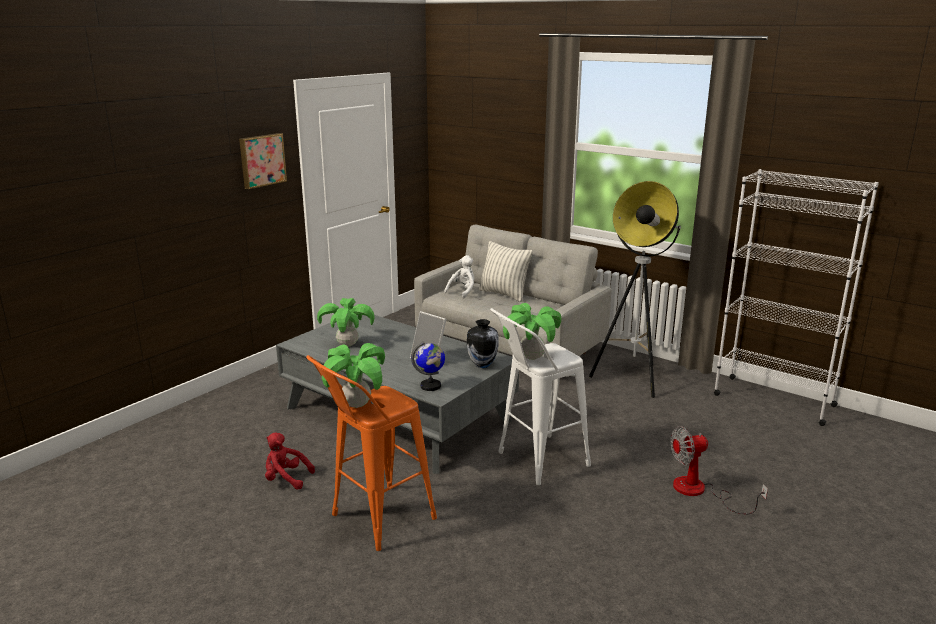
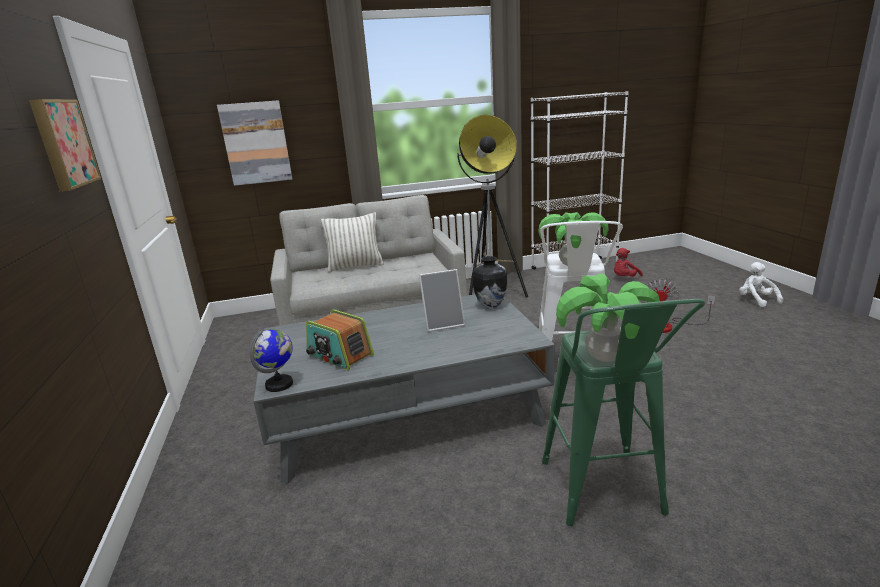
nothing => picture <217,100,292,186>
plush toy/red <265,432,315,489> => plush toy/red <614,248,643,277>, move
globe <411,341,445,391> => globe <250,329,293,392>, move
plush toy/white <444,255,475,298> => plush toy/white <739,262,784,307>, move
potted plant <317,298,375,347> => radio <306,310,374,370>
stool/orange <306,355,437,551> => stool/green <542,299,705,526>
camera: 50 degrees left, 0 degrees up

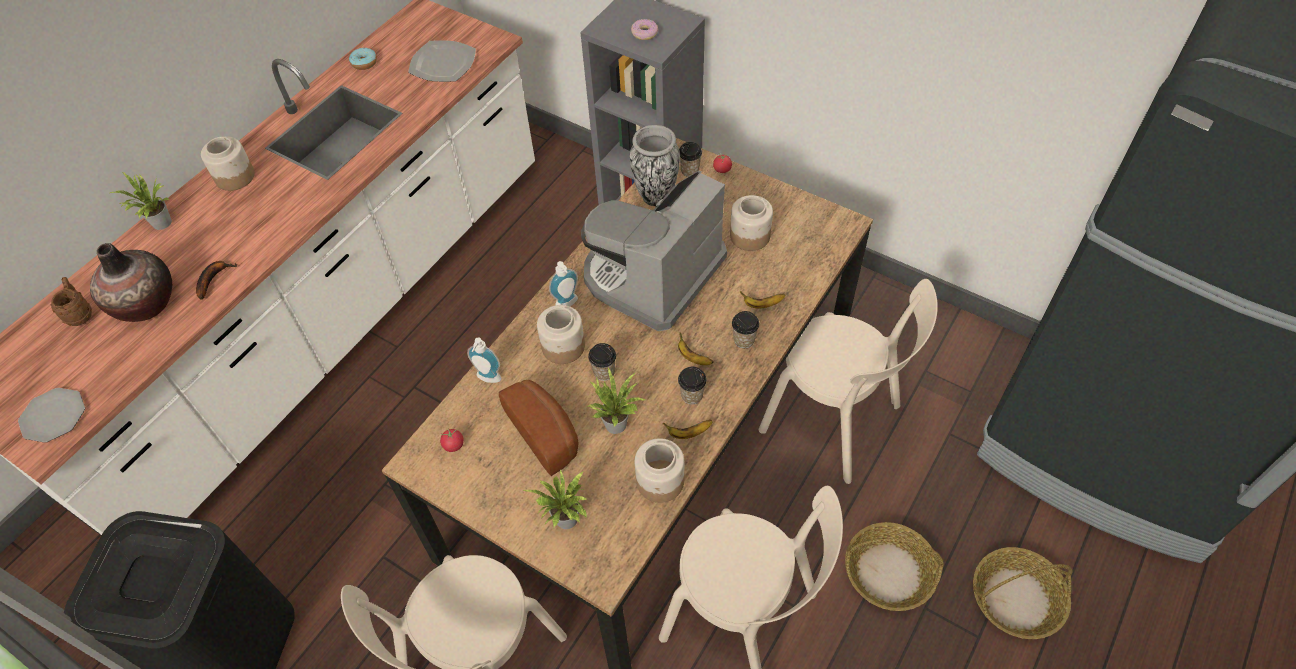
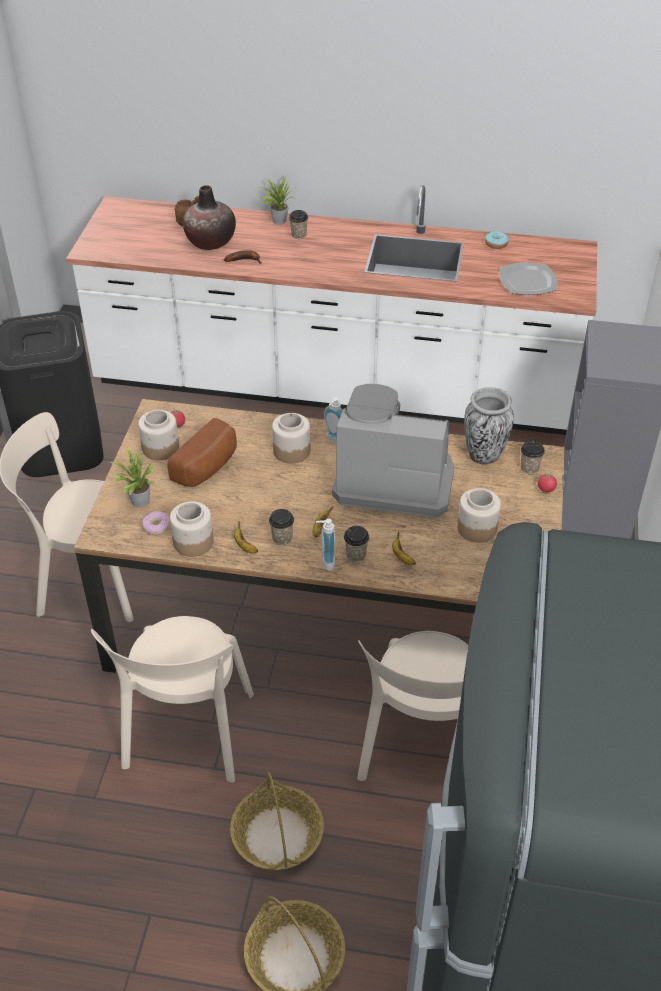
plate <18,388,85,443> => nothing
potted plant <587,368,646,434> => nothing
jar <201,136,255,191> => jar <138,410,179,460>, move
soap dispenser <467,338,501,383> => soap dispenser <316,519,335,571>, move
cup <588,343,616,381> => cup <289,210,308,239>, move
donut <631,19,659,40> => donut <142,512,170,535>, move
camera: 65 degrees right, 10 degrees down

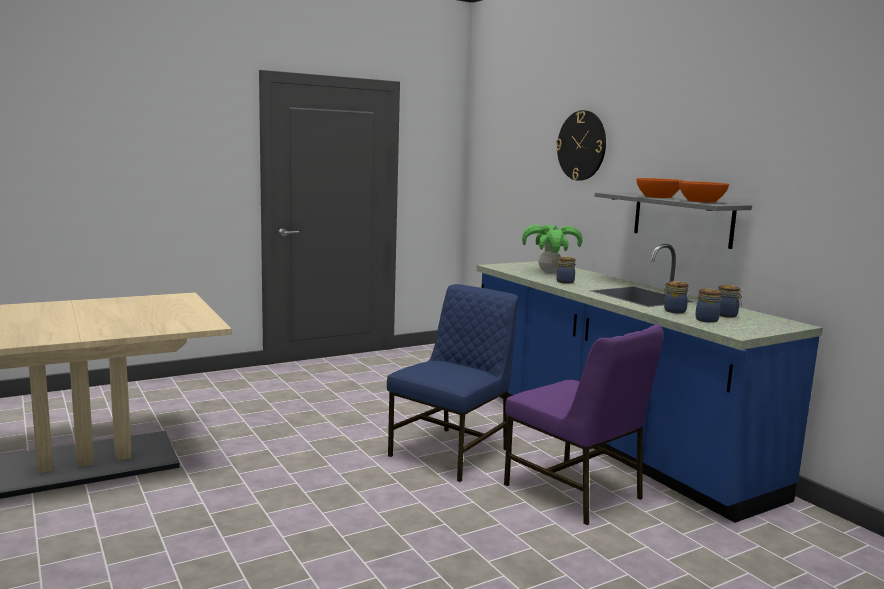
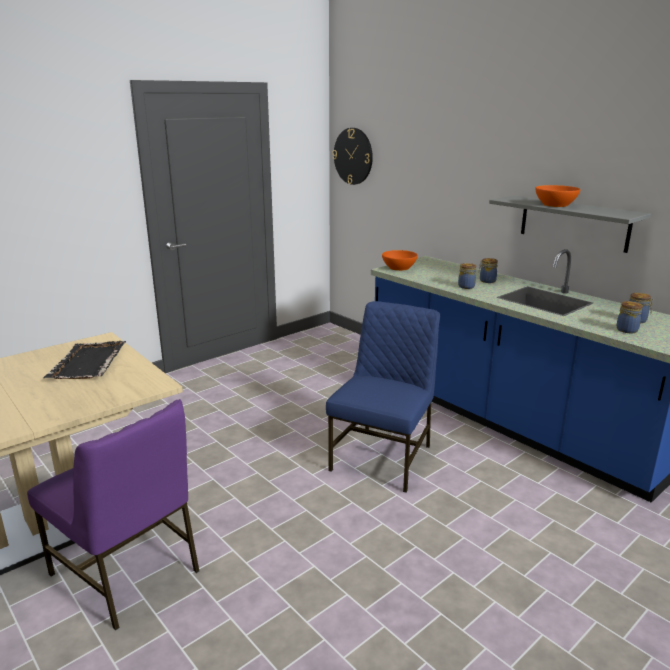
potted plant <522,224,582,273> => nothing
nothing => tray/black <43,341,126,379>
chair/purple <504,324,664,525> => chair/purple <27,399,200,630>, move
wall clock <556,110,606,181> => wall clock <333,128,373,185>, move
jar <663,281,689,314> => jar <478,258,498,283>, move
bowl/orange <679,181,729,203> => bowl/orange <382,250,418,271>, move
camera: 10 degrees left, 10 degrees up

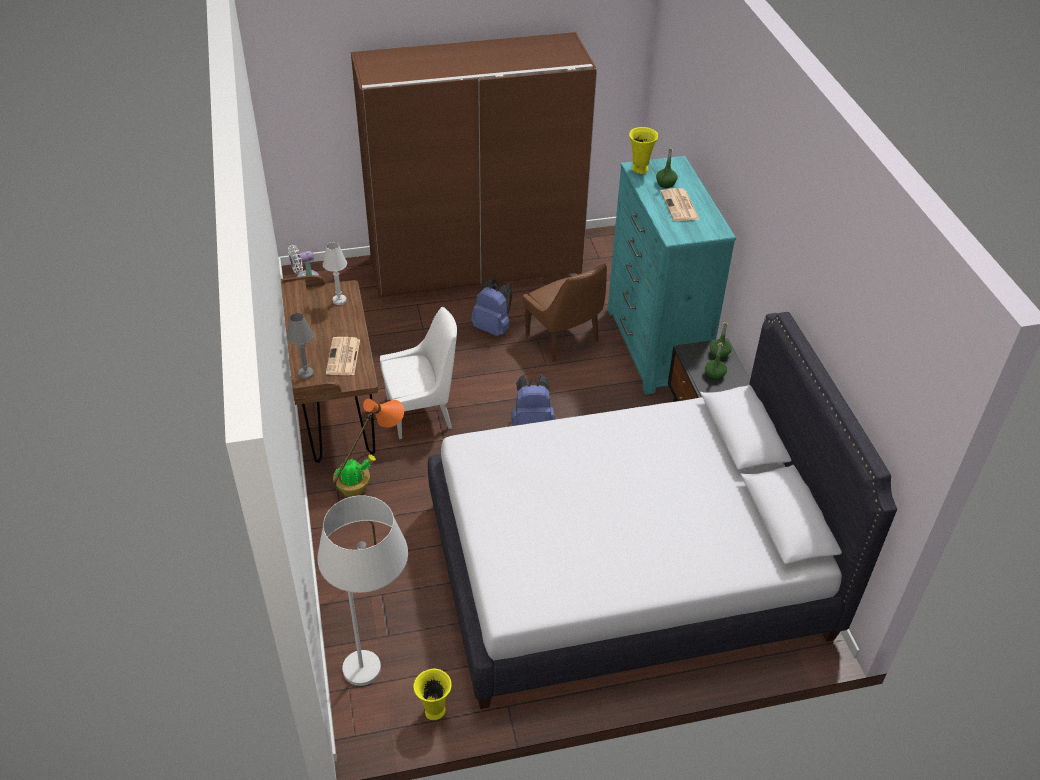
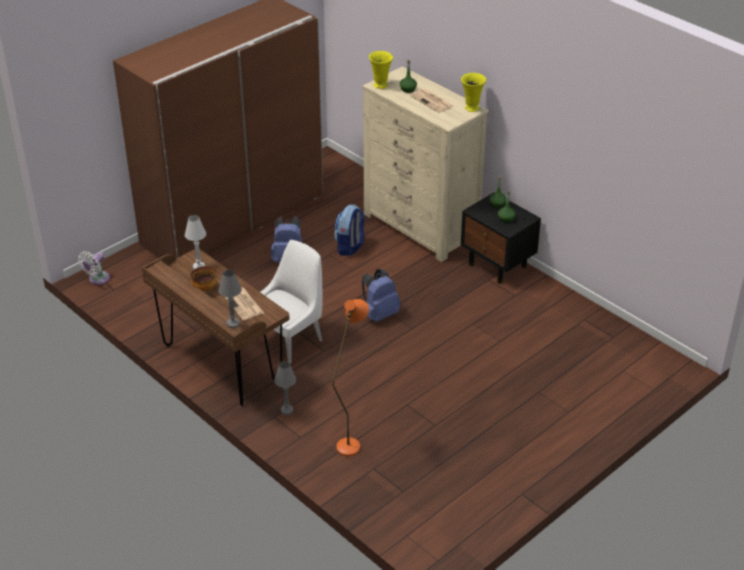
floor lamp/white <317,495,408,686> => nothing
bed/white <428,312,897,709> => nothing
nothing => bowl <191,267,217,291>
vase/yellow <413,669,452,720> => vase/yellow <461,73,486,112>, move
potted plant <333,454,376,497> => table lamp/grey <274,361,296,415>
chair/brown <523,264,607,362> => backpack <334,204,365,256>
dresser/turquoise <608,156,736,394> => dresser/beige <362,66,489,262>
camera: 30 degrees left, 5 degrees down

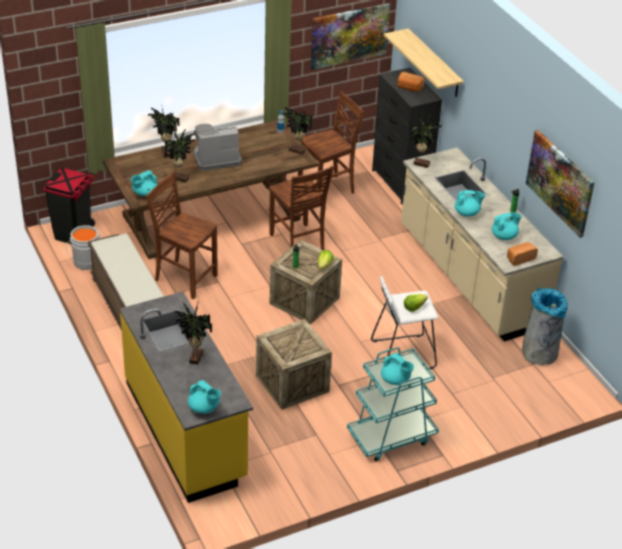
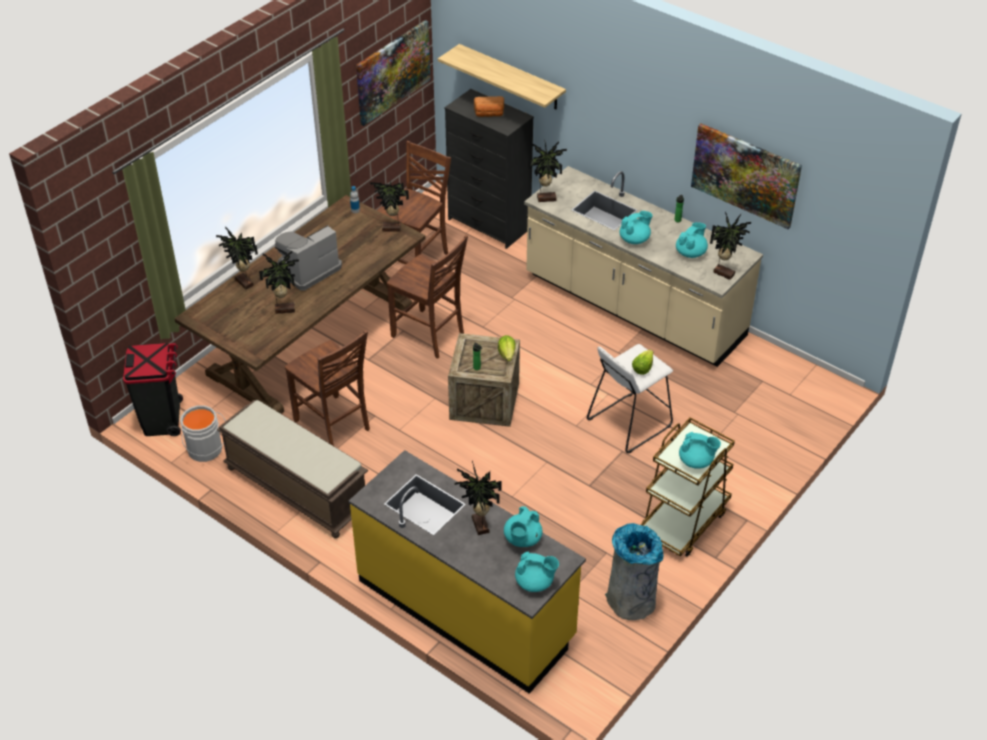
crate <256,319,332,410> => nothing
teapot/turquoise <131,170,158,197> => teapot/turquoise <504,506,543,547>, move
trash can/grey <522,288,568,365> => trash can/grey <605,523,663,620>, move
bread <507,242,538,266> => potted plant <710,211,751,280>
cart/turquoise <347,347,439,461> => cart/brown <640,417,735,557>
chair/brown <146,172,218,299> => chair/brown <285,330,370,446>, 135 degrees counterclockwise
camera: 25 degrees left, 5 degrees up

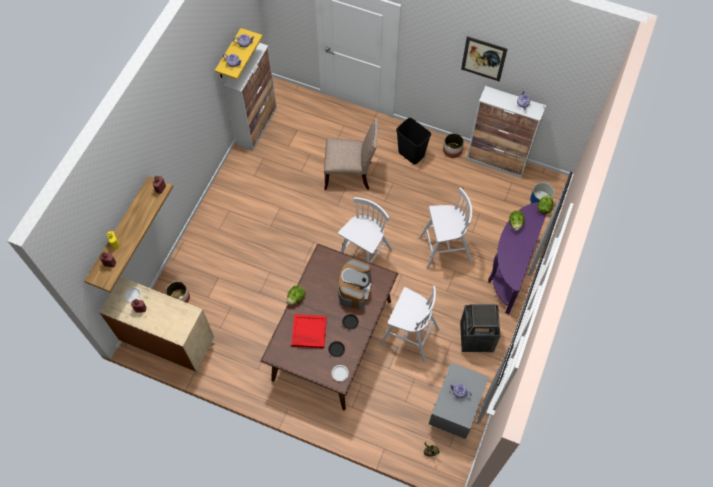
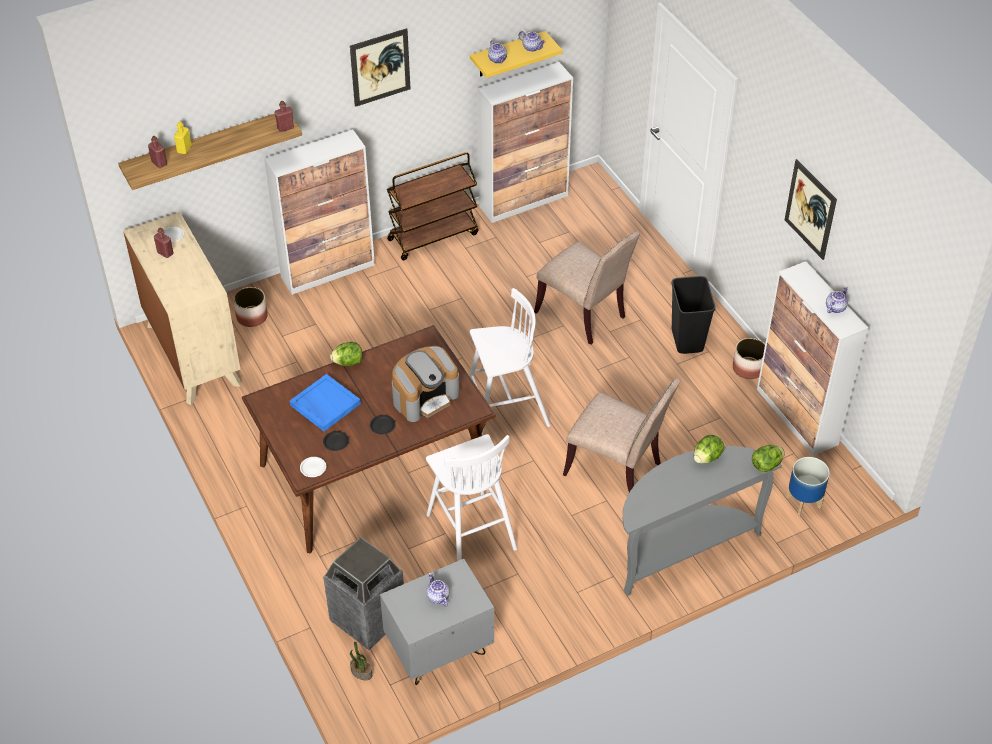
nothing => cabinet <264,129,375,295>
nothing => picture <350,28,410,107>
nothing => cart/brown <387,152,479,260>
trash can <460,304,500,352> => trash can <323,537,404,650>, move
stool/white <419,187,472,270> => chair/beige <563,378,681,492>
tray/red <291,314,327,348> => tray/blue <290,374,361,431>
console table/purple <488,202,546,314> => console table/grey <623,446,782,596>
camera: 40 degrees right, 15 degrees down

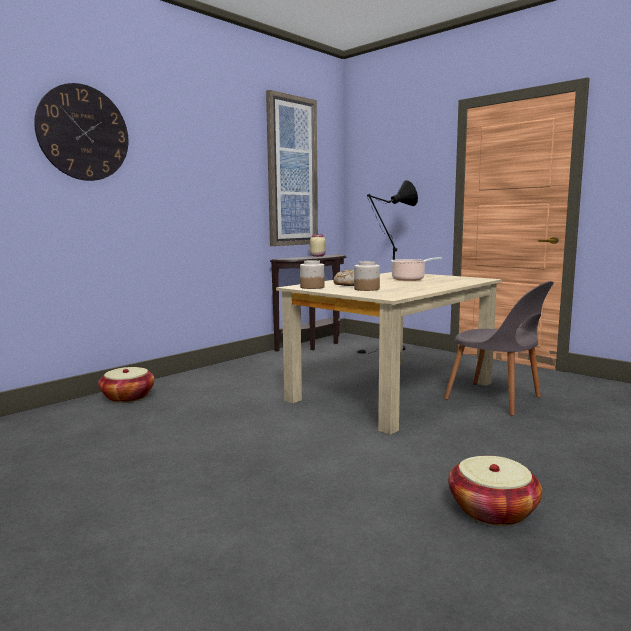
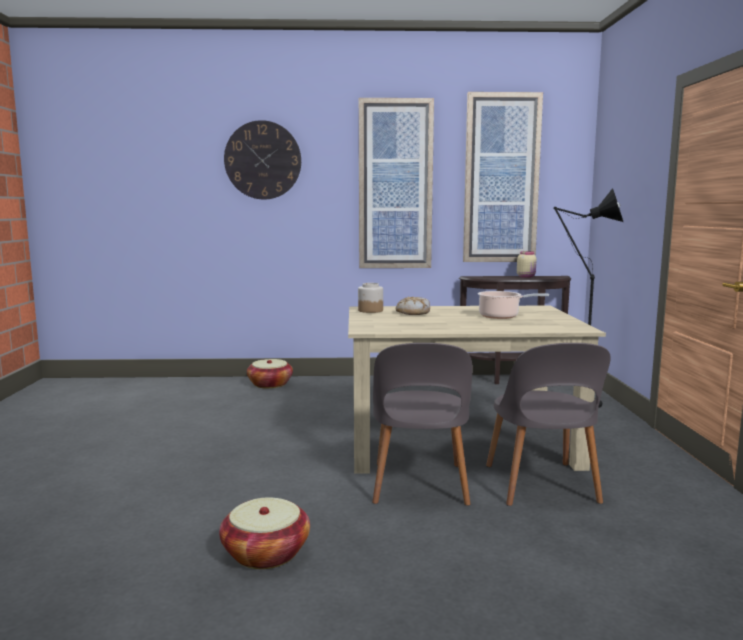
jar <354,261,380,291> => nothing
nothing => picture <359,98,434,268>
nothing => chair/grey <372,343,472,506>
camera: 45 degrees right, 0 degrees up

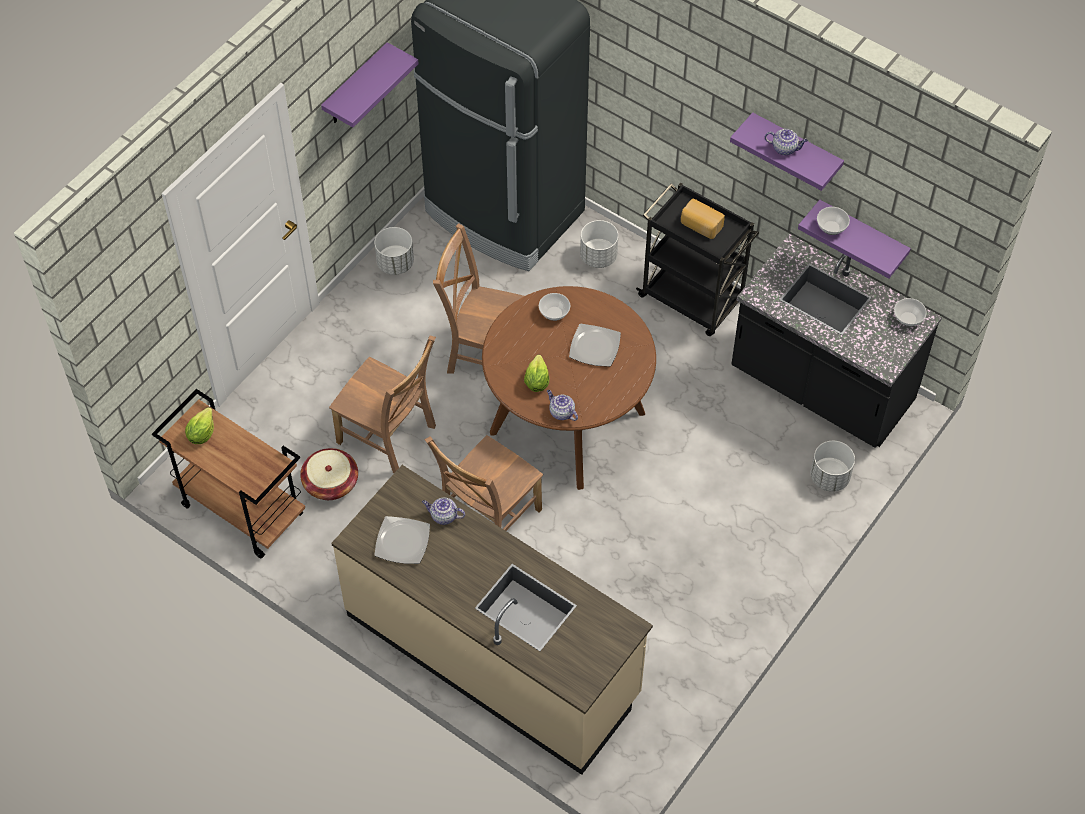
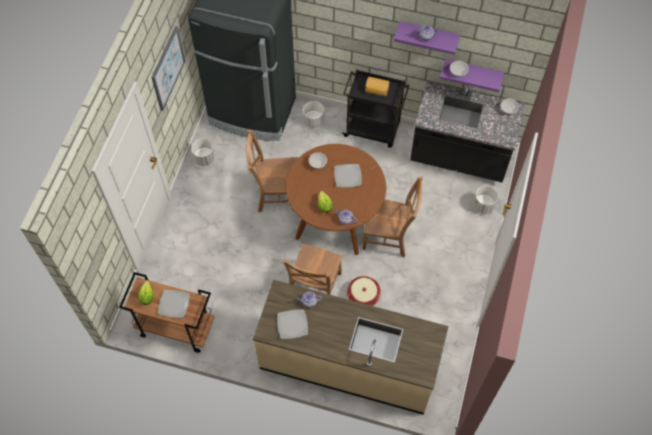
nothing => plate <158,290,190,318>
basket <300,448,358,500> => basket <347,276,381,306>, move
chair/brown <329,336,436,473> => chair/brown <363,177,423,257>, move
shelf/purple <321,42,419,127> => picture <151,26,185,111>
camera: 20 degrees left, 5 degrees up

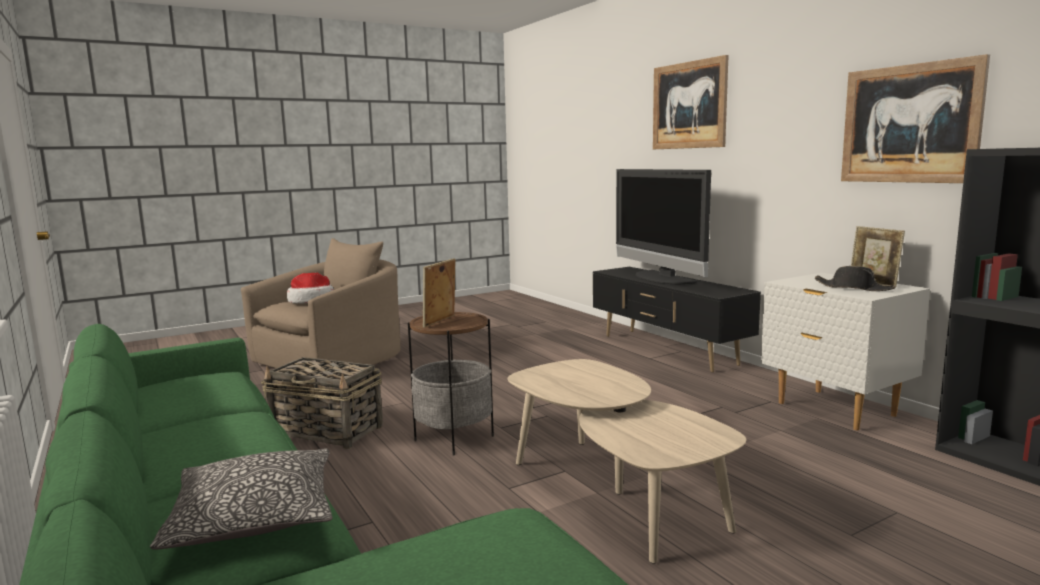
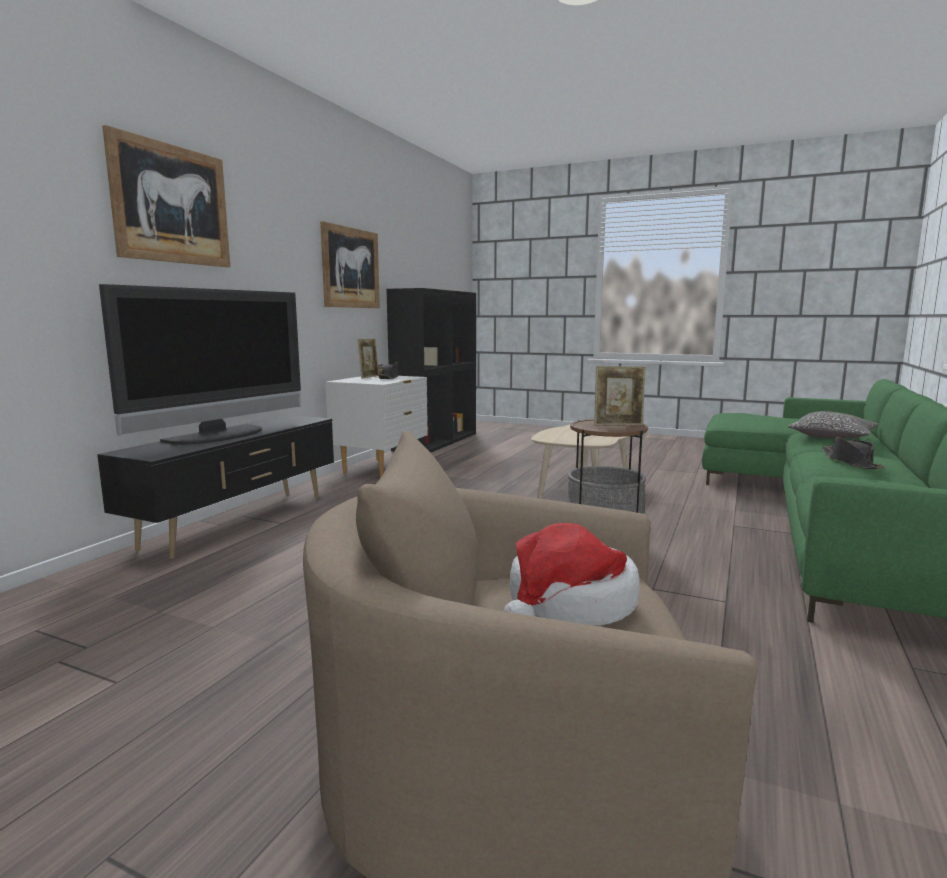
basket <261,357,383,449> => nothing
nothing => hat/black <822,437,884,469>
camera: 125 degrees left, 0 degrees up

